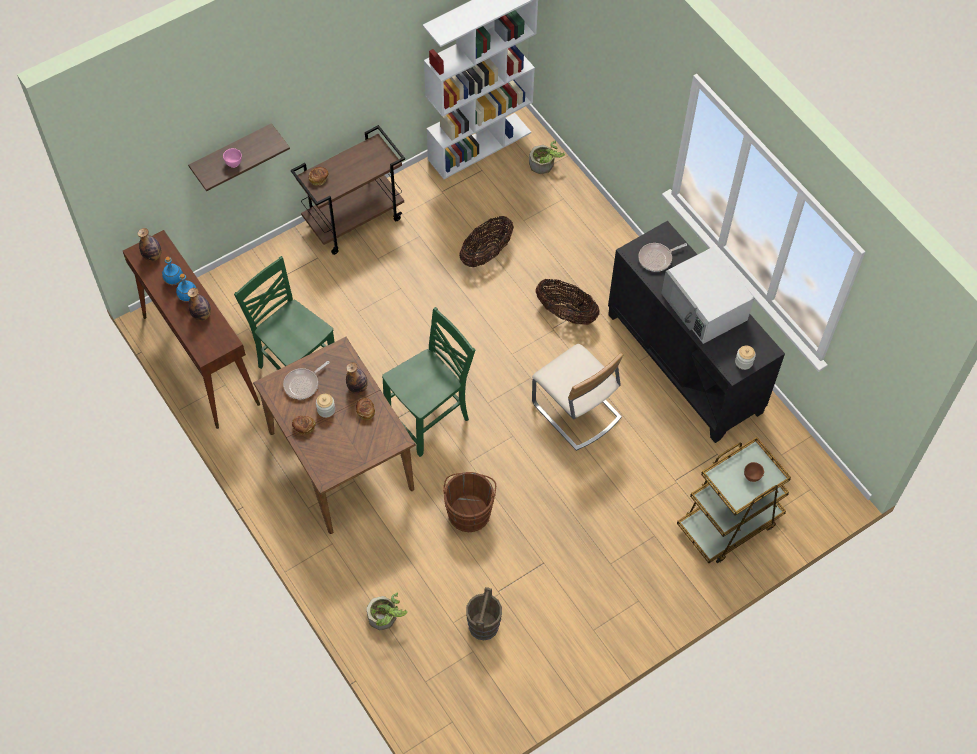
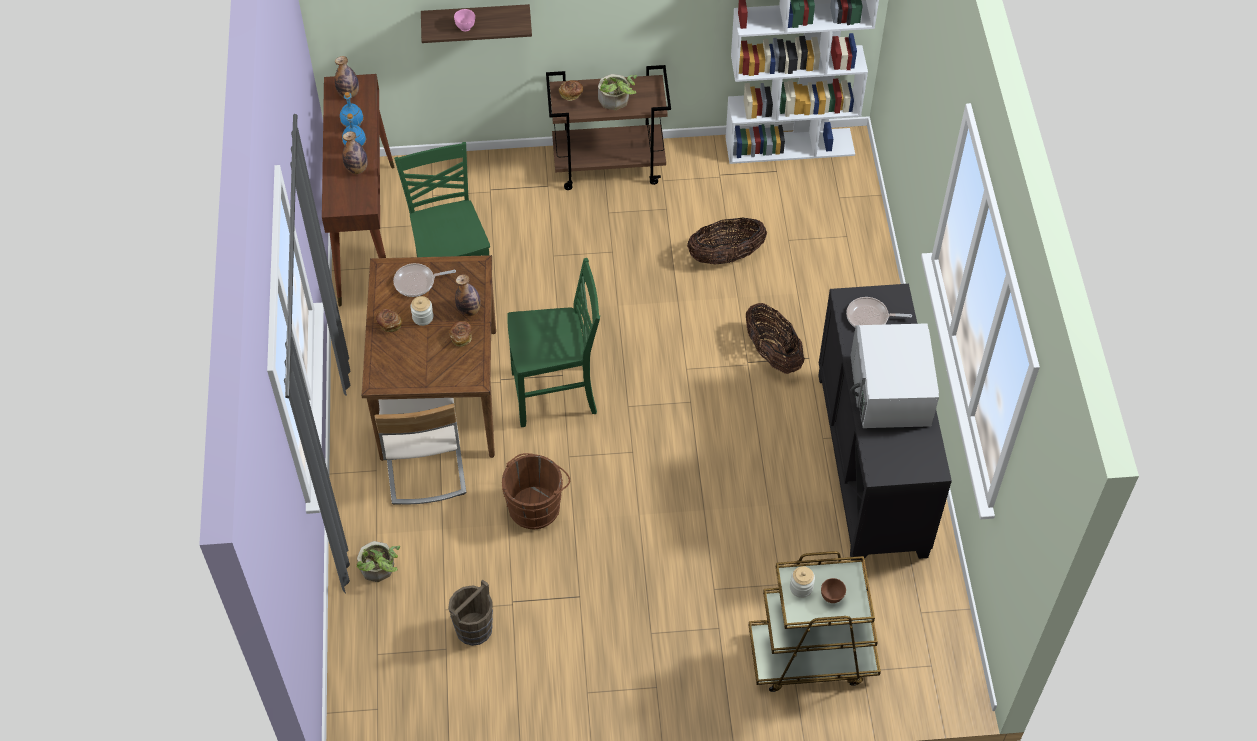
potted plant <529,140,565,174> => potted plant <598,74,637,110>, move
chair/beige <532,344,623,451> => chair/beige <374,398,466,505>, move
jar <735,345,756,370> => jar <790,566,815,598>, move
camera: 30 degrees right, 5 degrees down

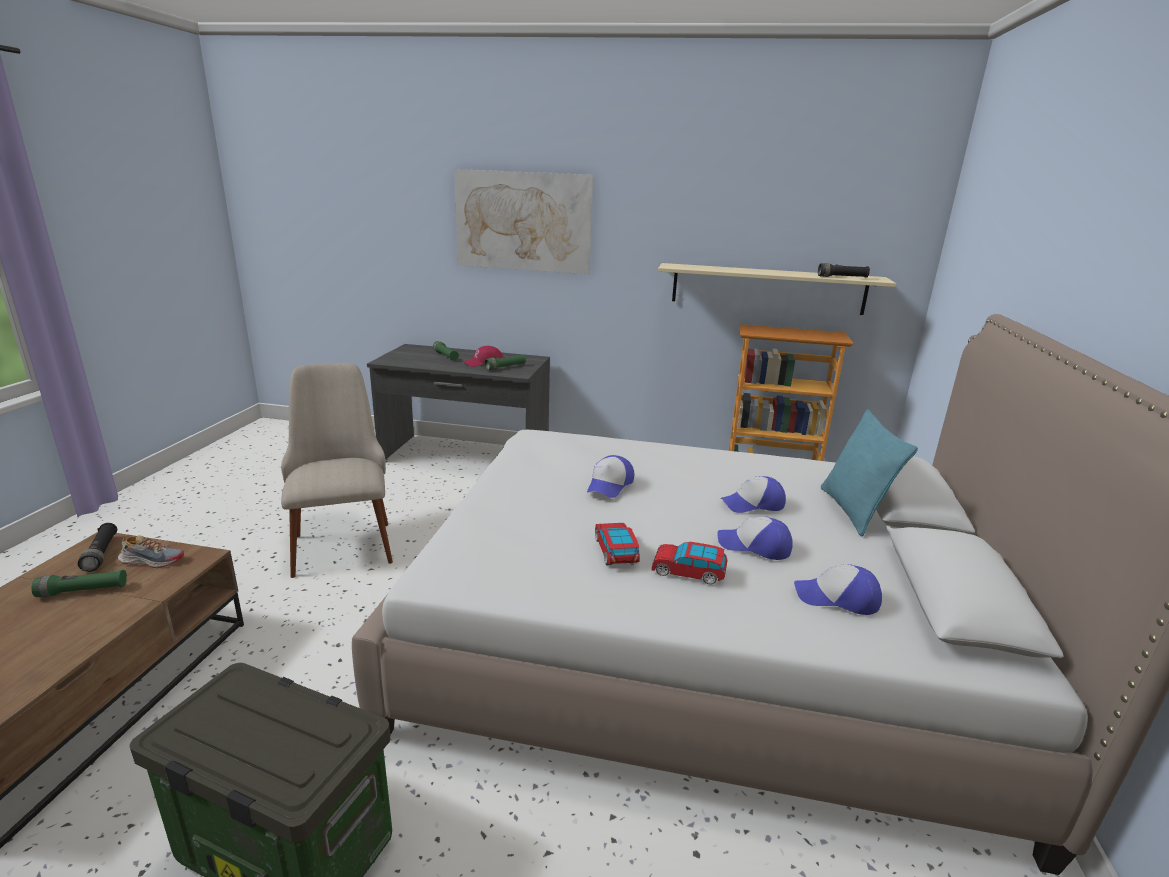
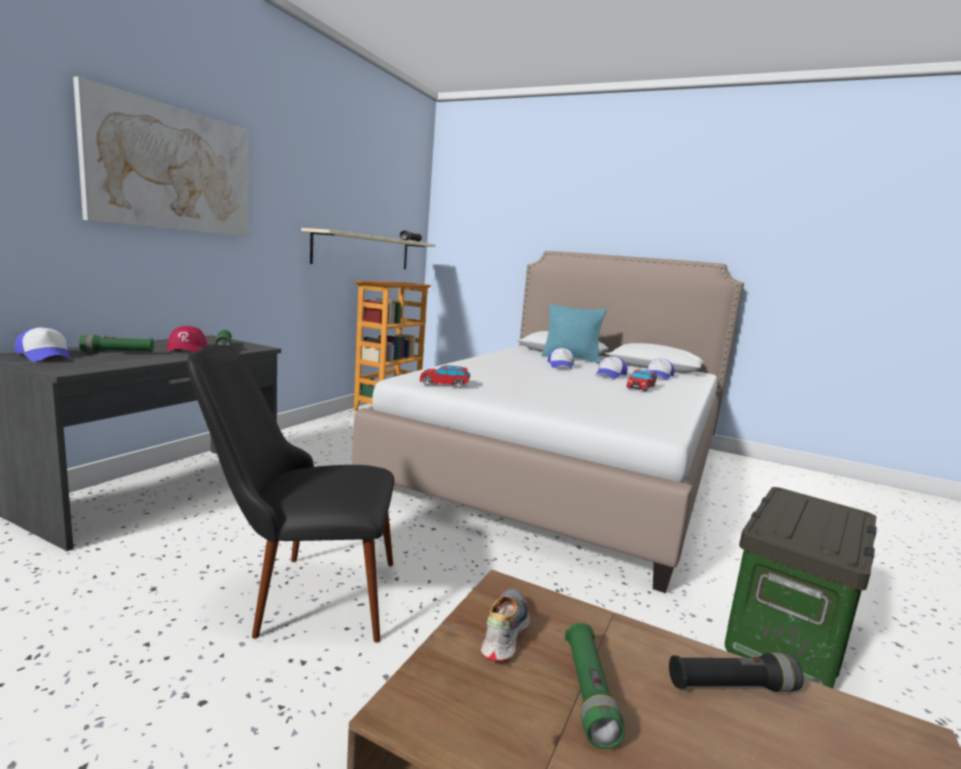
flashlight/black <78,523,117,572> => flashlight/black <669,653,804,692>, move
cap <587,455,634,498> => cap <15,327,71,362>, move
toy car <595,523,640,566> => toy car <420,365,470,388>, move
chair/beige <281,363,393,578> => chair/black <187,345,394,643>
camera: 75 degrees left, 10 degrees down

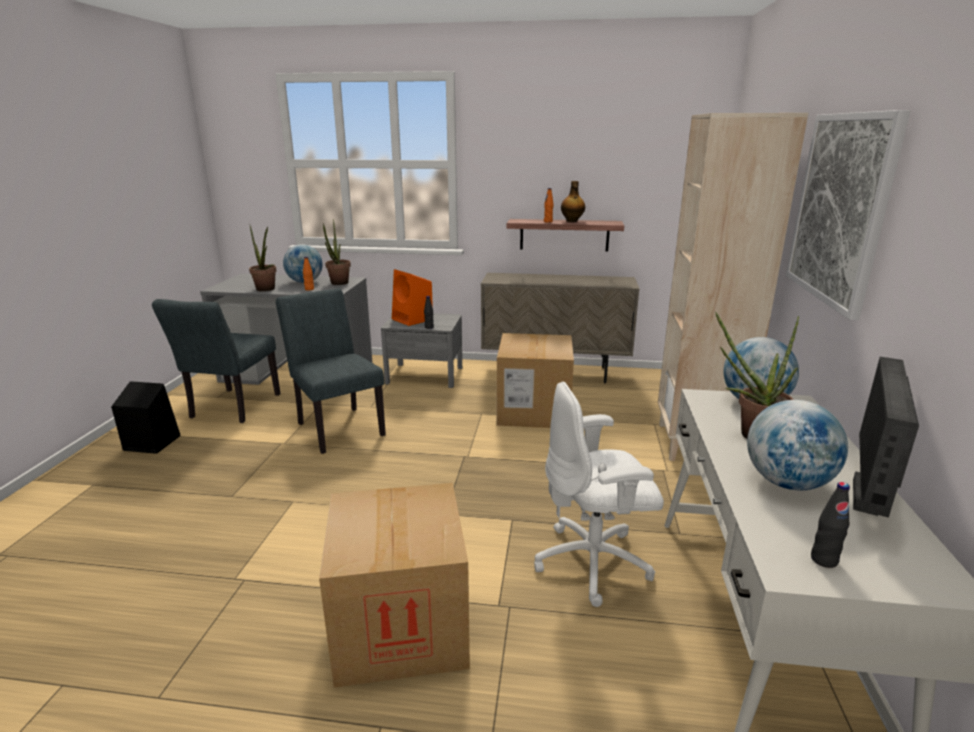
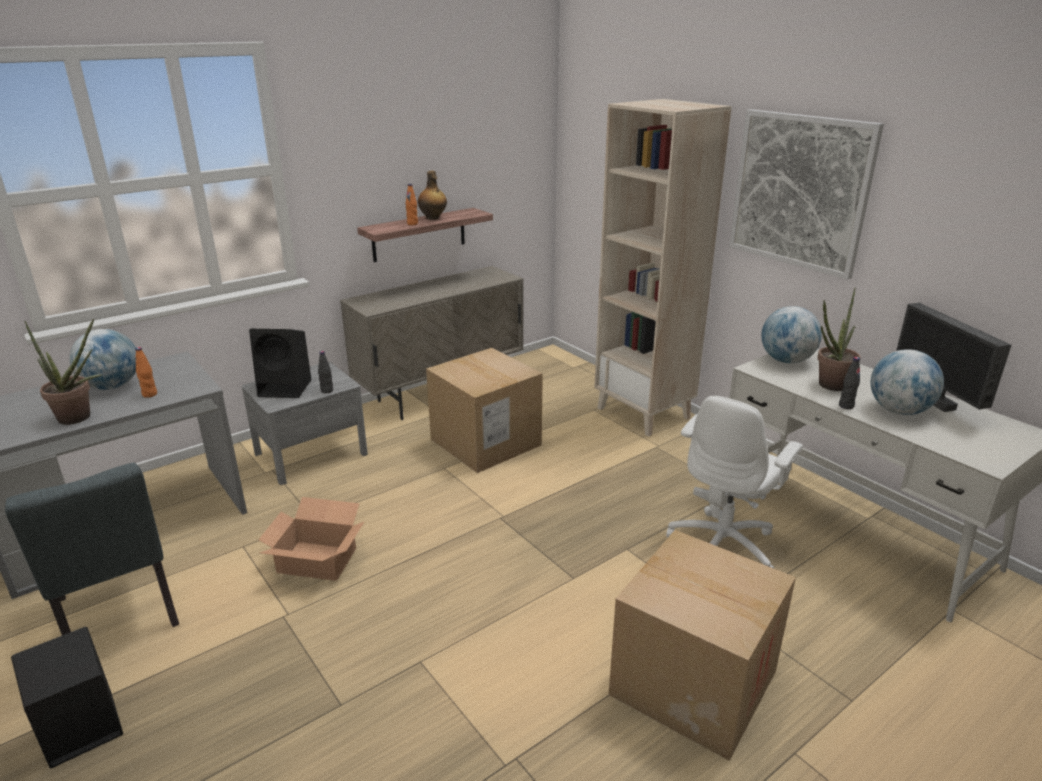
potted plant <323,220,351,285> => nothing
bottle/black <811,482,850,568> => bottle/black <839,357,860,409>, move
chair/grey <276,288,386,454> => cardboard box <259,497,365,581>
speaker/orange <392,269,433,326> => speaker/black <249,329,311,398>
camera: 45 degrees left, 5 degrees up

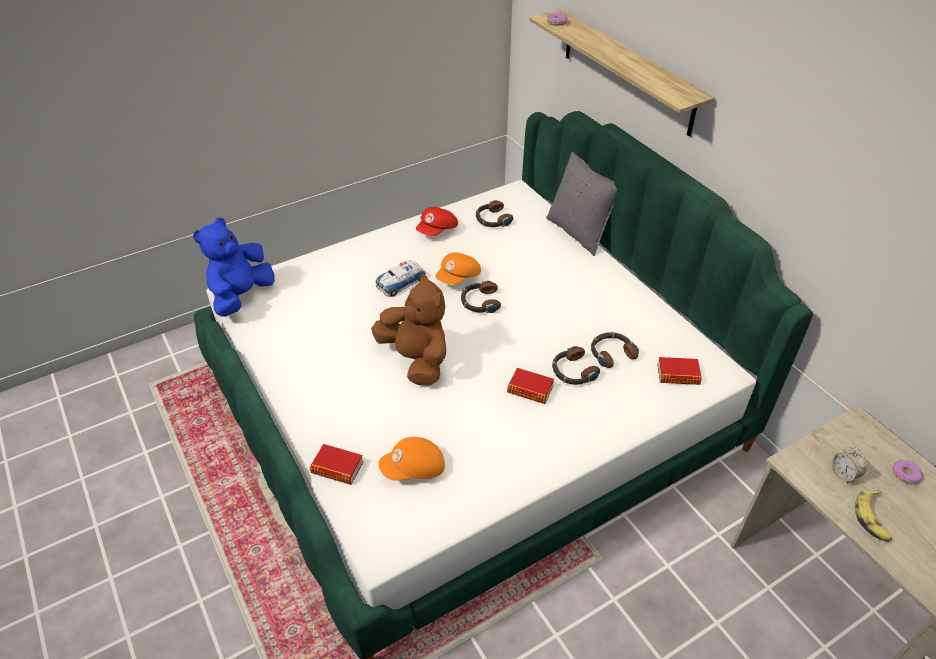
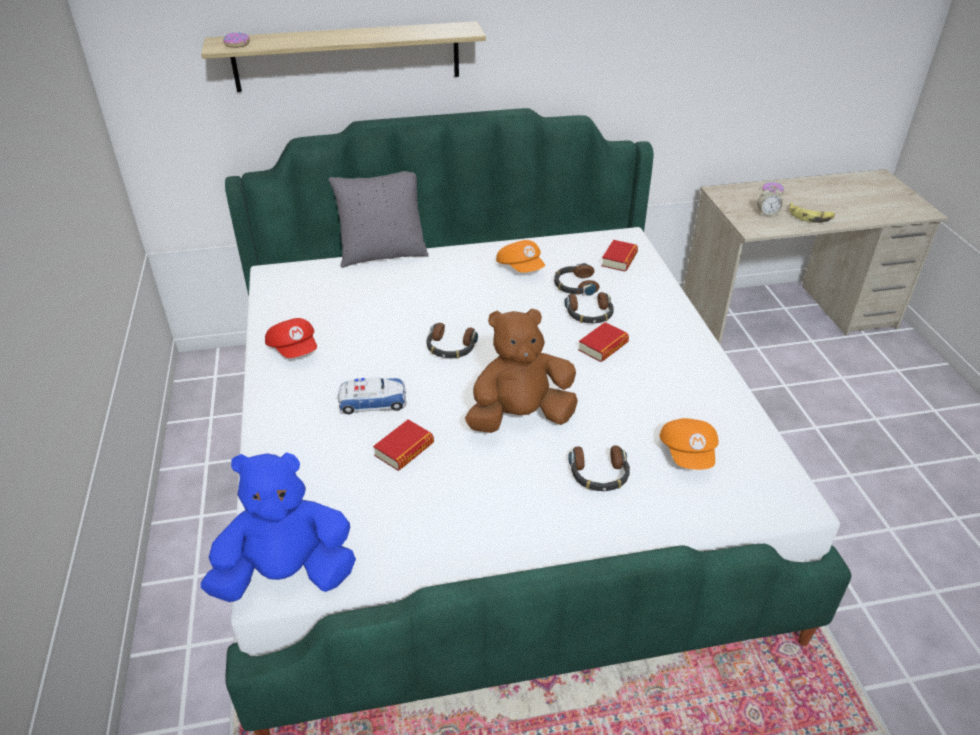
book <310,444,363,485> => book <373,419,434,471>, move
cap/orange <435,252,481,285> => cap/orange <496,240,545,273>, move
headphones <476,200,513,227> => headphones <568,445,630,491>, move
plush toy/blue <193,217,275,317> => plush toy/blue <201,452,356,602>, 120 degrees clockwise
toy car <376,260,426,297> => toy car <337,378,407,414>, 75 degrees counterclockwise
camera: 70 degrees left, 5 degrees down

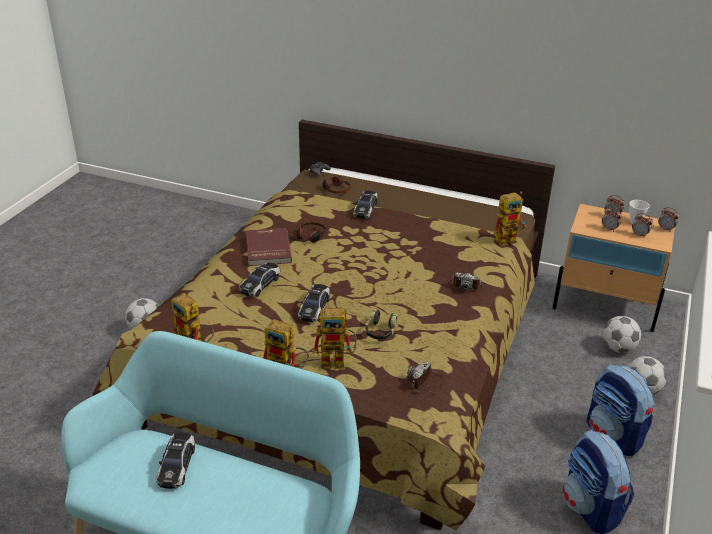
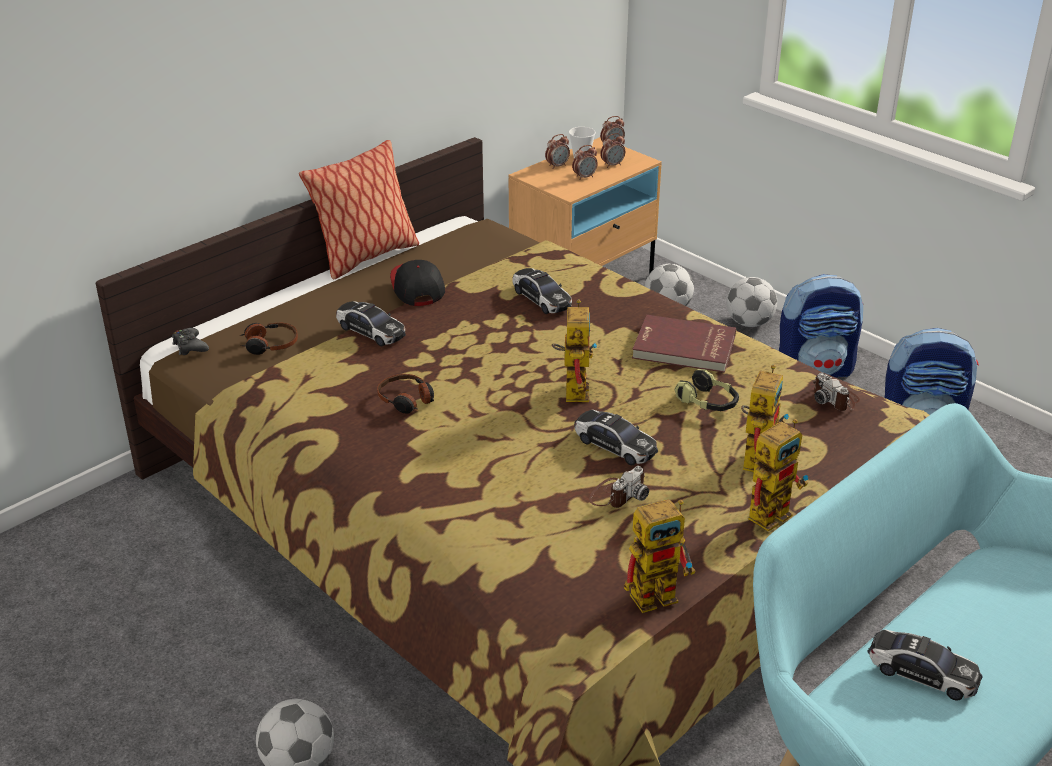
nothing => pillow <299,140,419,279>
nothing => cap <390,260,445,306>
toy car <239,263,280,297> => toy car <512,268,572,314>, move
book/red <246,228,292,266> => book/red <632,315,736,373>, move
photo camera <450,272,482,291> => photo camera <589,466,649,508>, move
toy robot <494,192,526,246> => toy robot <552,299,597,402>, move
camera: 65 degrees left, 0 degrees up

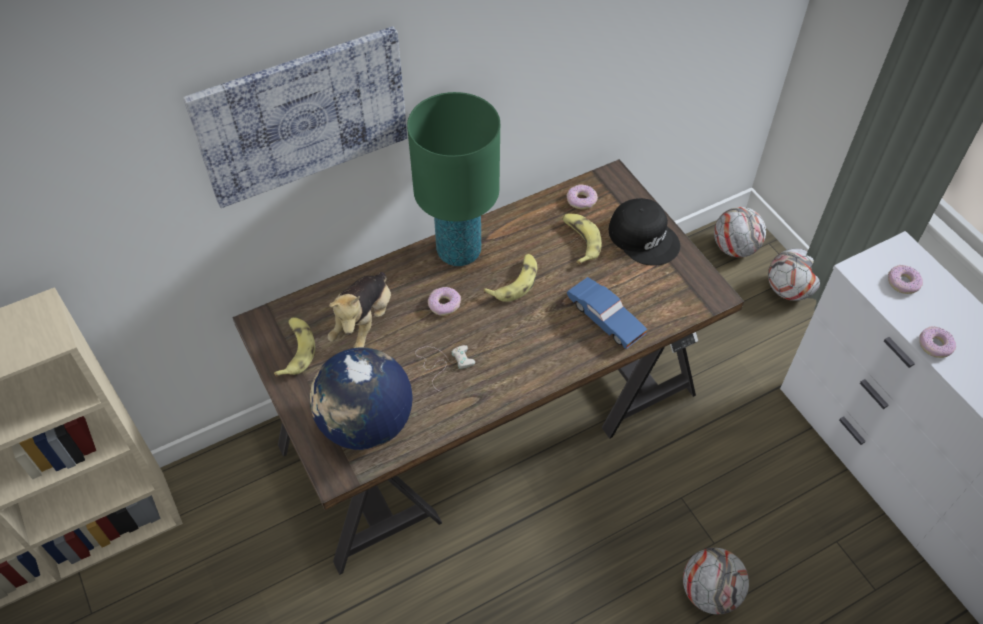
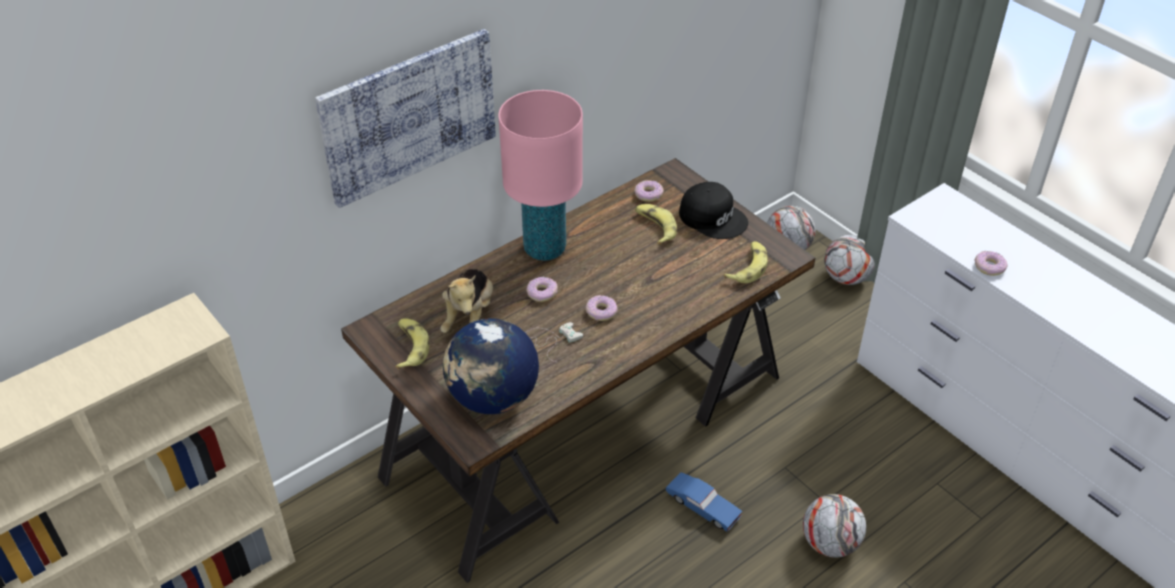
banana <484,254,537,302> => banana <724,241,768,283>, move
toy car/blue <567,277,647,349> => toy car/blue <665,472,742,532>, move
donut <888,265,923,294> => donut <586,295,618,321>, move
table lamp/green <407,92,500,266> => table lamp/pink <498,90,583,261>
camera: 10 degrees left, 10 degrees down

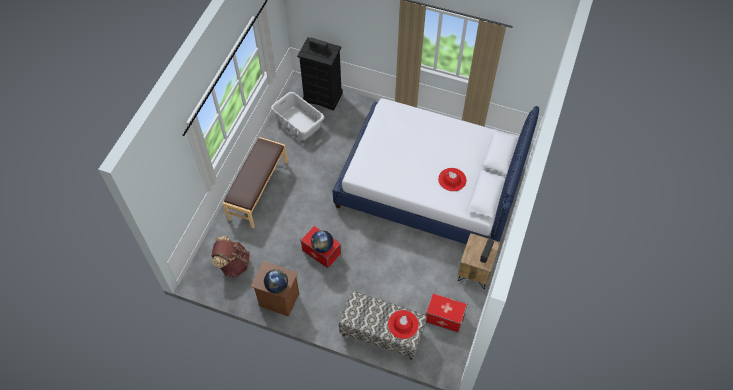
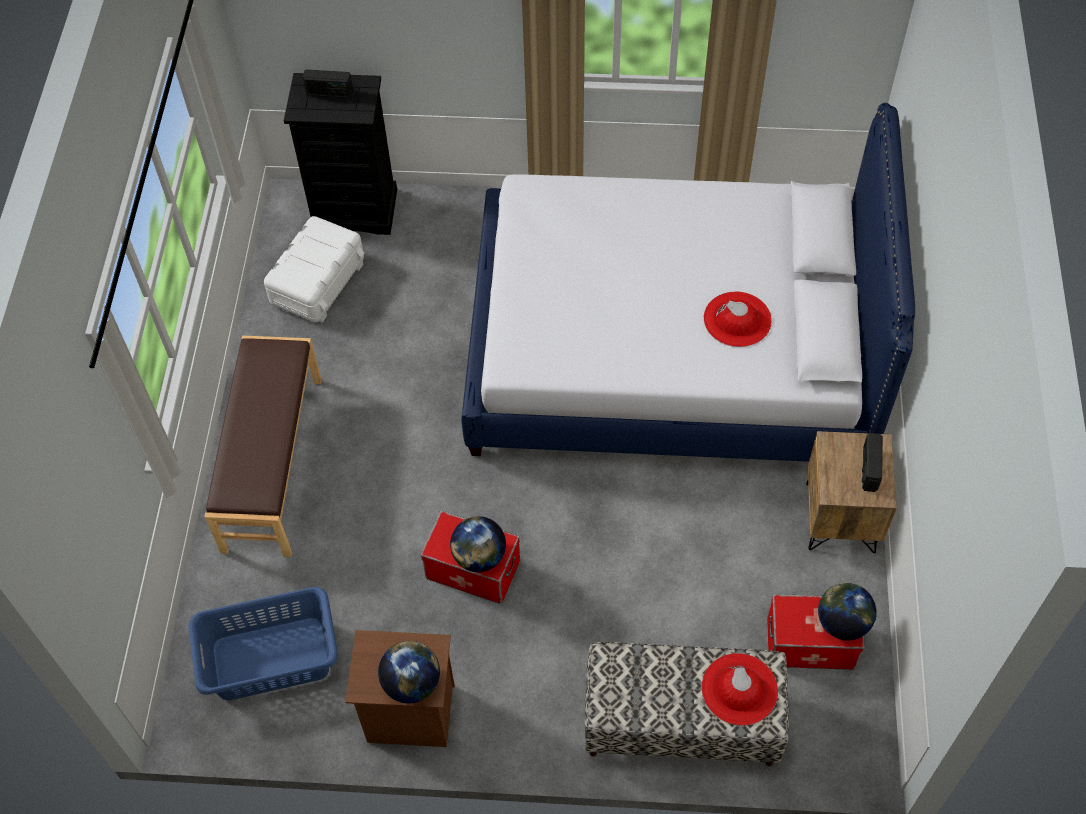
nothing => globe <818,583,876,640>
backpack/brown <212,236,250,277> => laundry basket/blue <188,587,338,700>
laundry basket/grey <271,92,324,140> => storage box/white <264,216,364,323>
camera: 15 degrees left, 0 degrees up

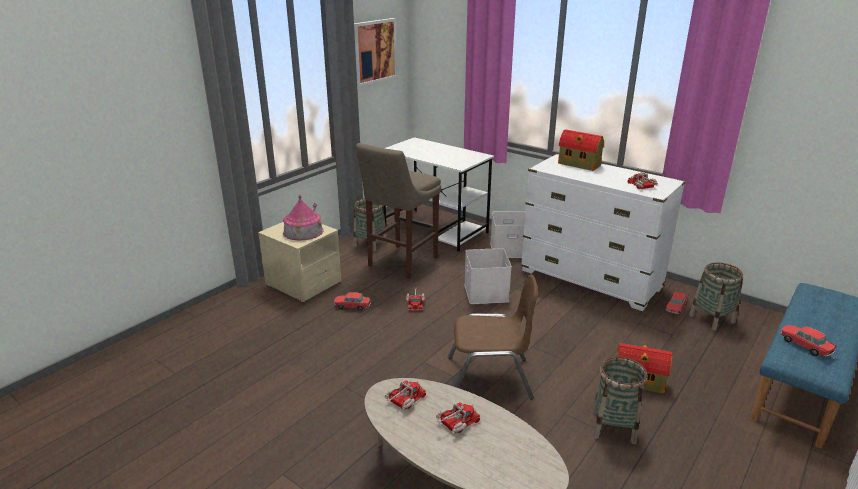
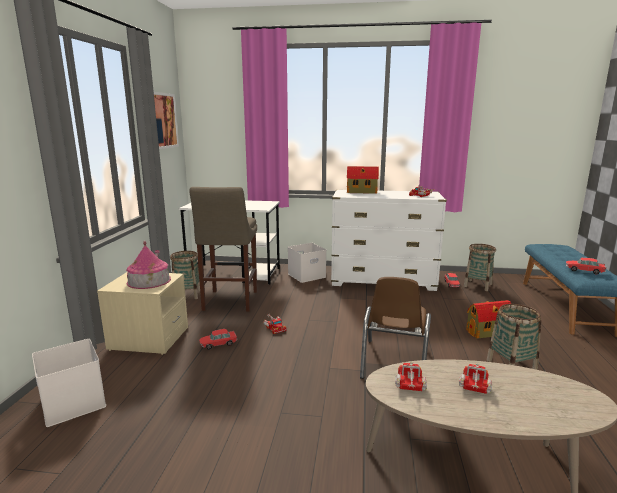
storage box/white <464,248,512,304> => storage box/white <32,339,106,427>, move
chair/brown <448,274,538,400> => chair/brown <360,277,431,379>, 135 degrees clockwise
camera: 30 degrees left, 10 degrees down

